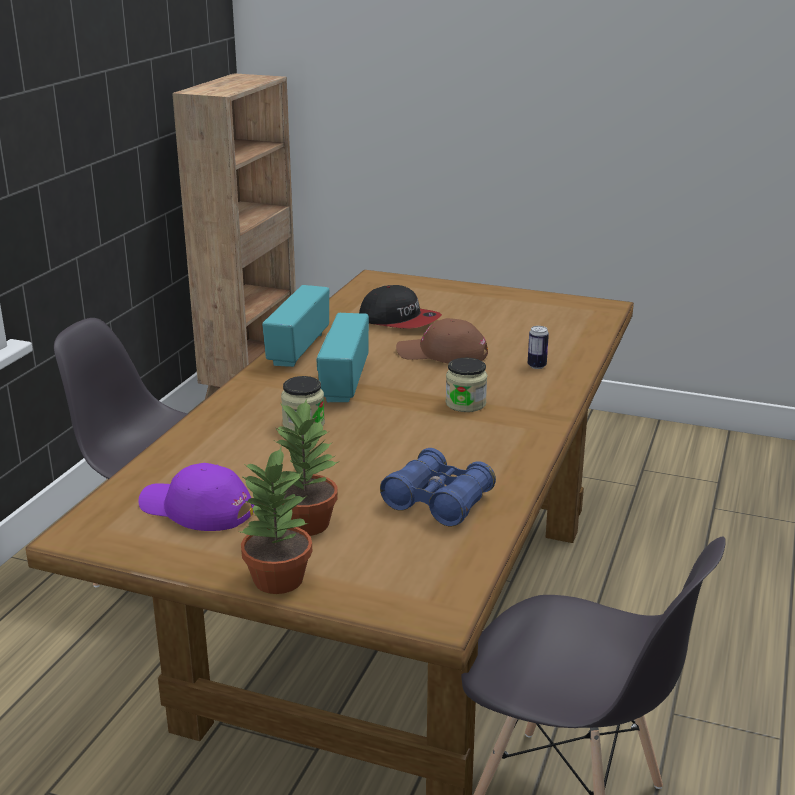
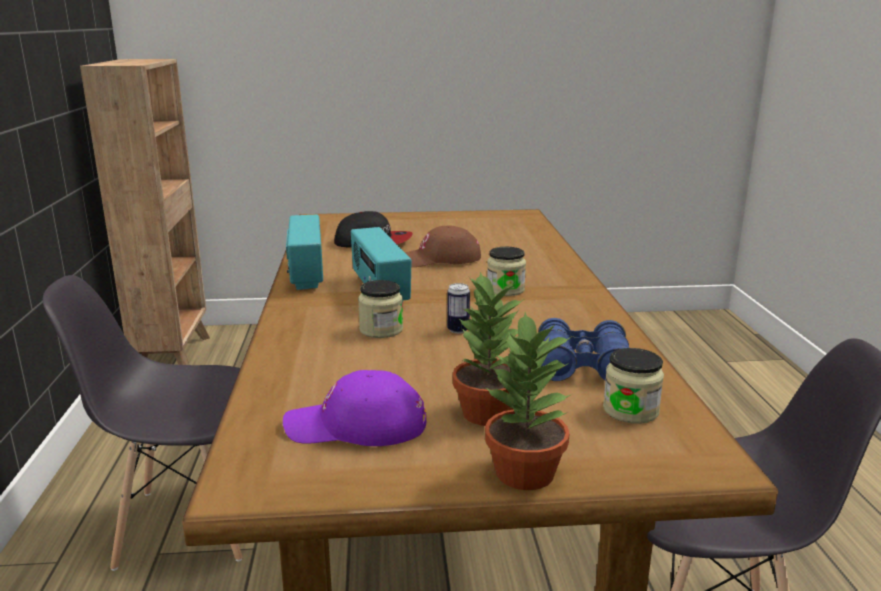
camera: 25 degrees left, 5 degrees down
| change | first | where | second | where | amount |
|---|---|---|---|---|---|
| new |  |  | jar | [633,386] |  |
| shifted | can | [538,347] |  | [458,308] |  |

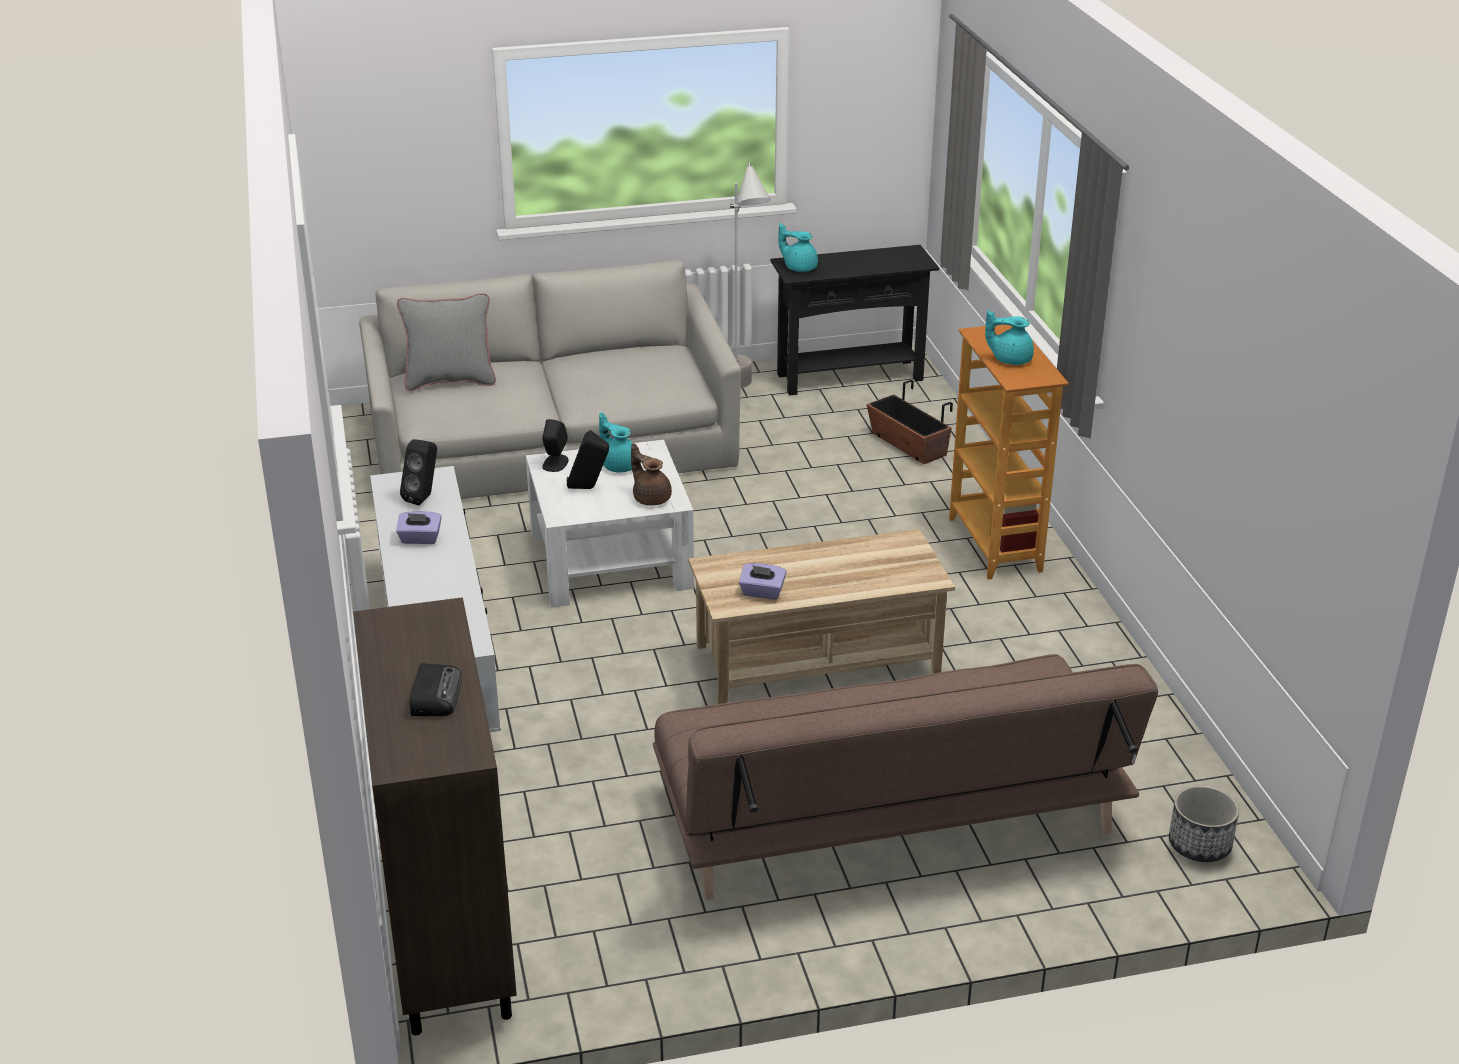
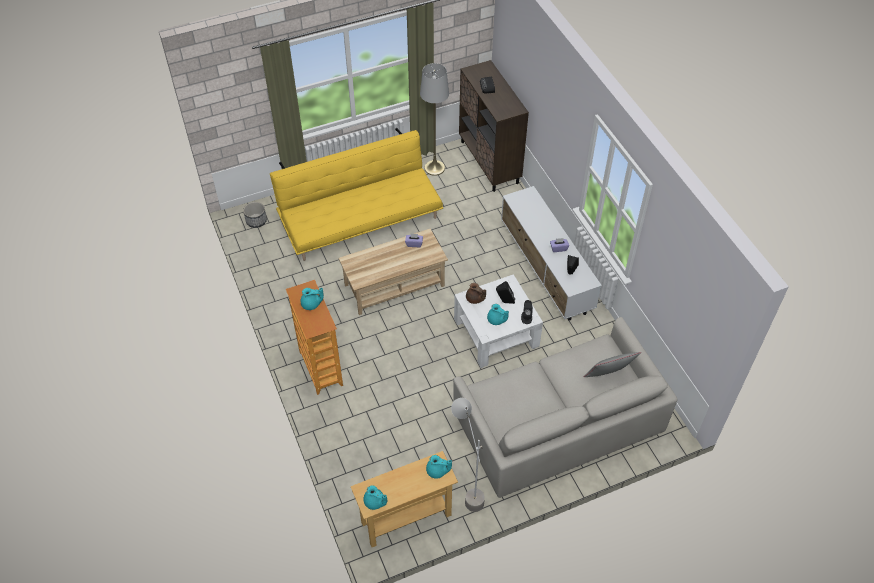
camera: 170 degrees right, 20 degrees up
| change | first | where | second | where | amount |
|---|---|---|---|---|---|
| gone | planter | [910,422] |  |  |  |
| new |  |  | turquoise teapot | [375,497] |  |
| new |  |  | grey floor lamp | [434,119] |  |
| repainted | brown sofa | [905,777] | yellow sofa | [356,194] |  |
| repainted | black console table | [854,320] | beige console table | [404,499] |  |

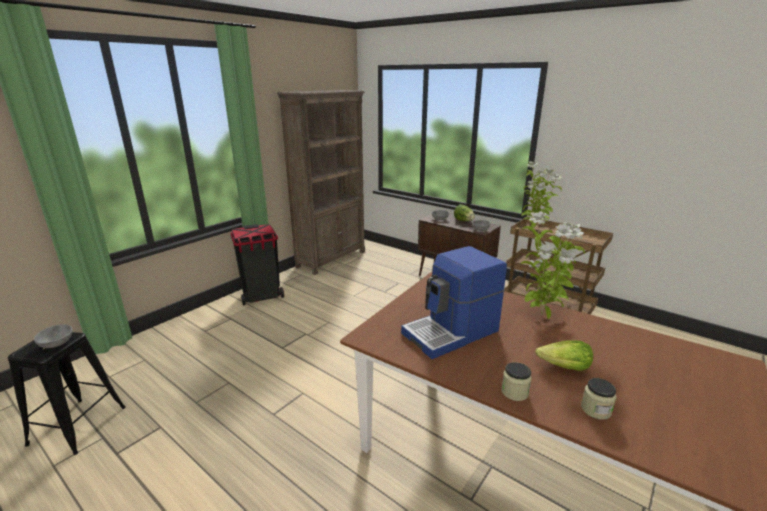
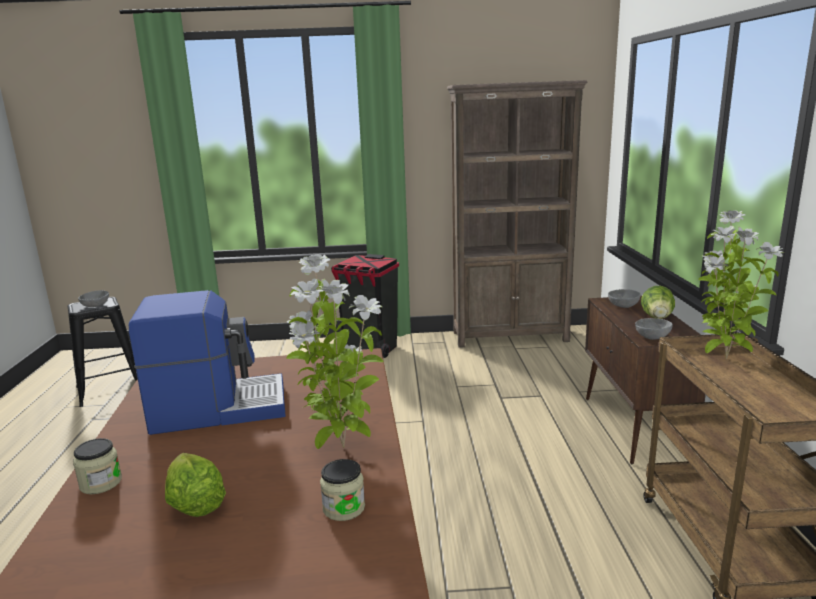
camera: 50 degrees right, 5 degrees down
| change | first | where | second | where | amount |
|---|---|---|---|---|---|
| shifted | jar | [598,399] |  | [342,490] |  |
| rotated | coffee machine | [454,302] |  | [207,362] | 150 degrees clockwise |

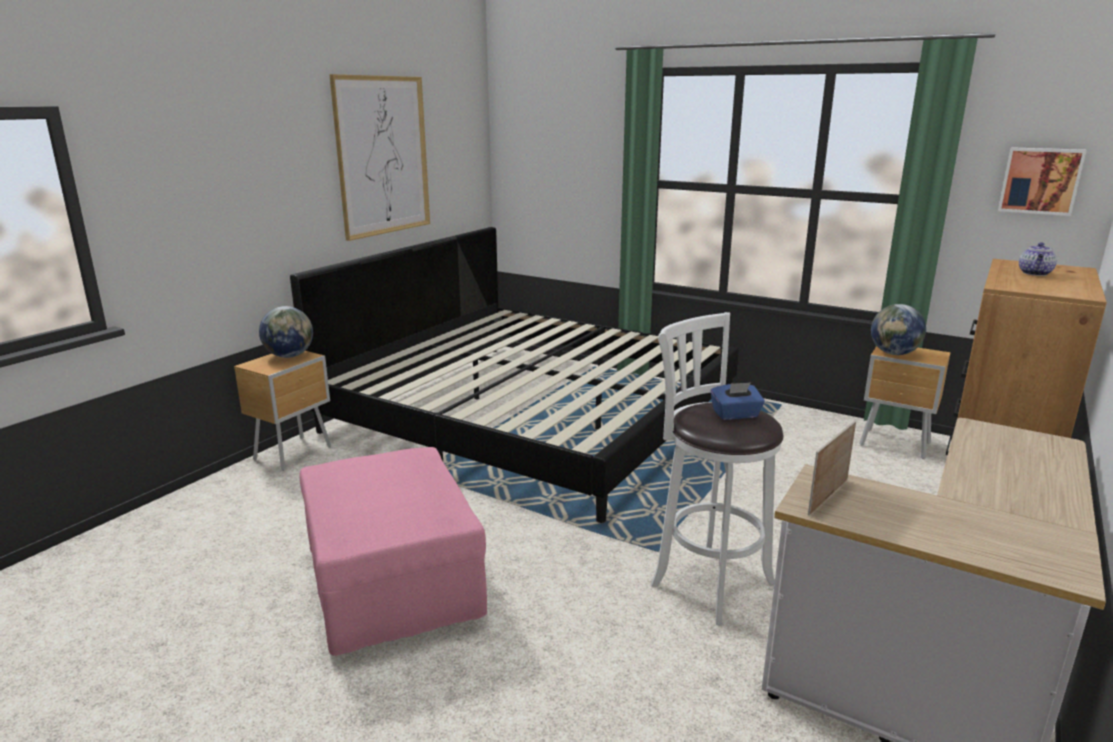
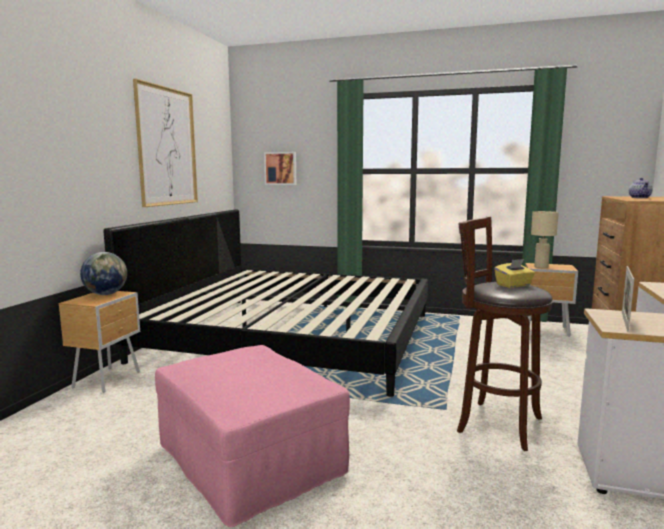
camera: 15 degrees left, 10 degrees down
| change | first | where | second | where | amount |
|---|---|---|---|---|---|
| shifted | picture | [1042,181] |  | [280,168] |  |
| swapped | globe | [898,329] | beige table lamp | [545,239] |  |
| repainted | white stool | [717,468] | brown stool | [505,334] |  |
| repainted | blue tissue box | [737,401] | yellow tissue box | [514,273] |  |

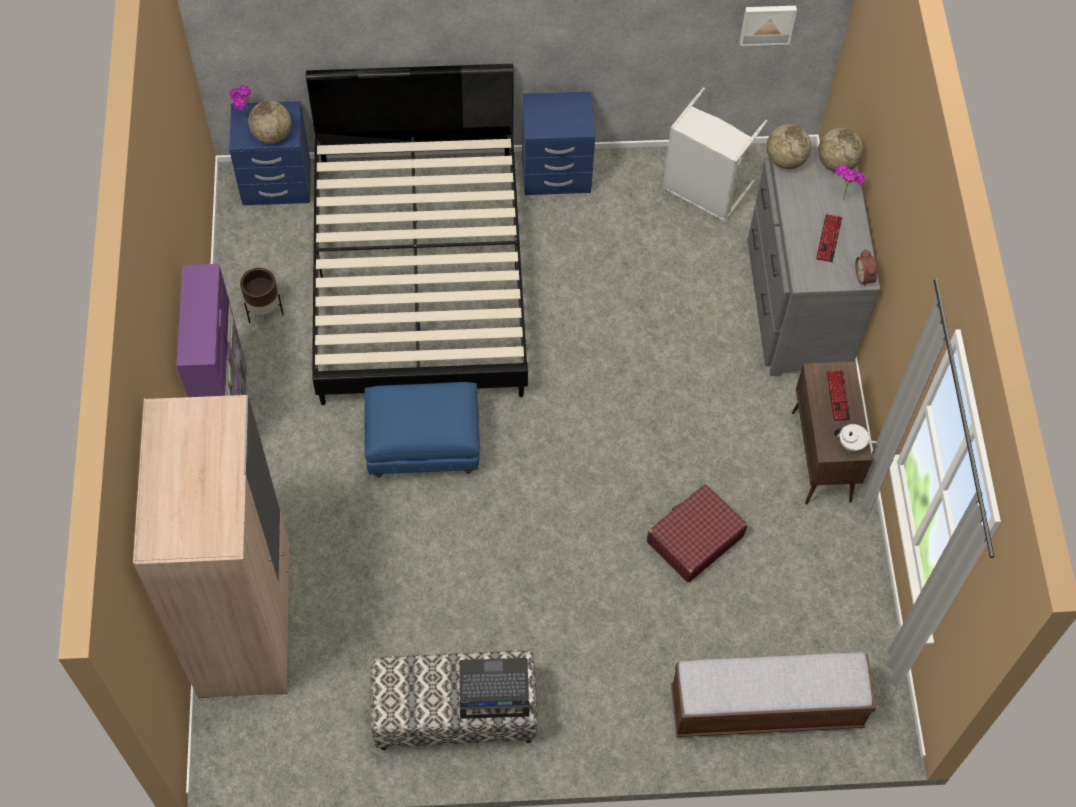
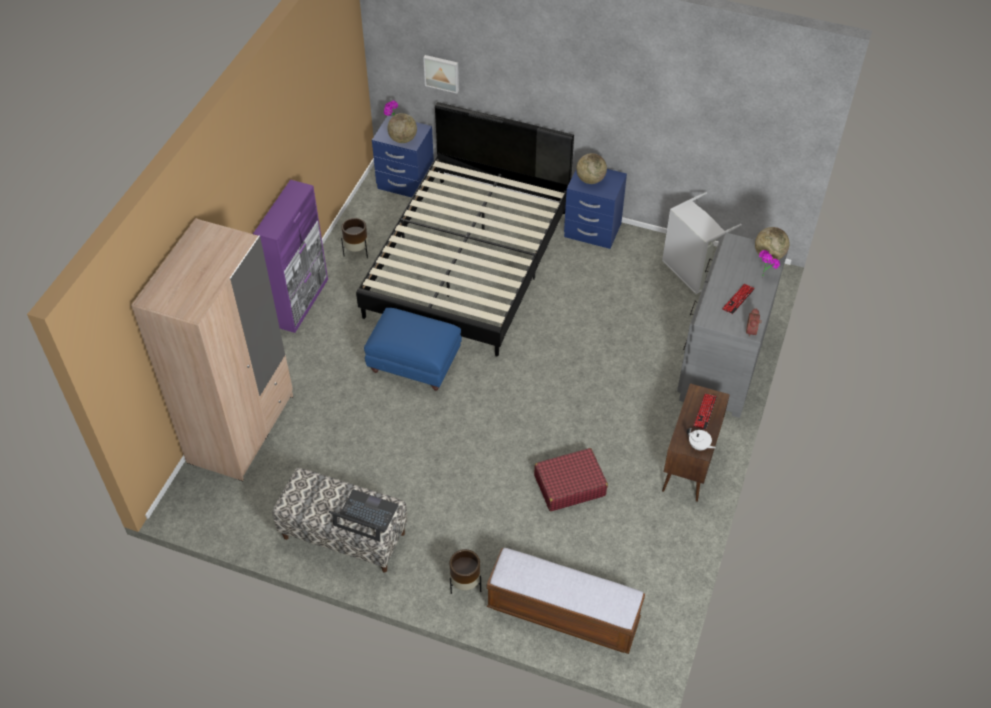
camera: 25 degrees right, 10 degrees down
| change | first | where | second | where | amount |
|---|---|---|---|---|---|
| new |  |  | brown planter | [465,571] |  |
| shifted | picture | [768,26] |  | [441,74] |  |
| shifted | globe | [788,146] |  | [591,168] |  |

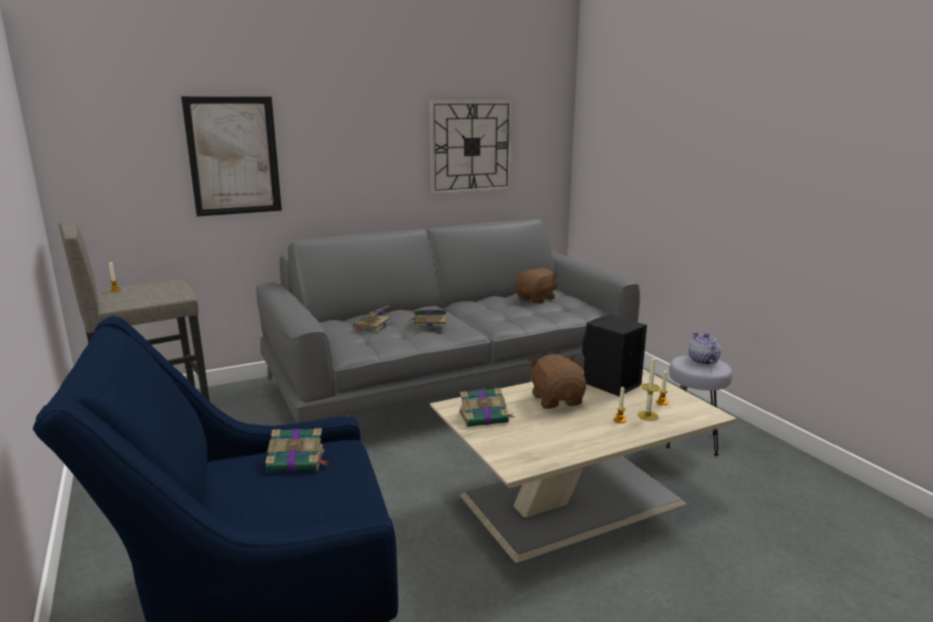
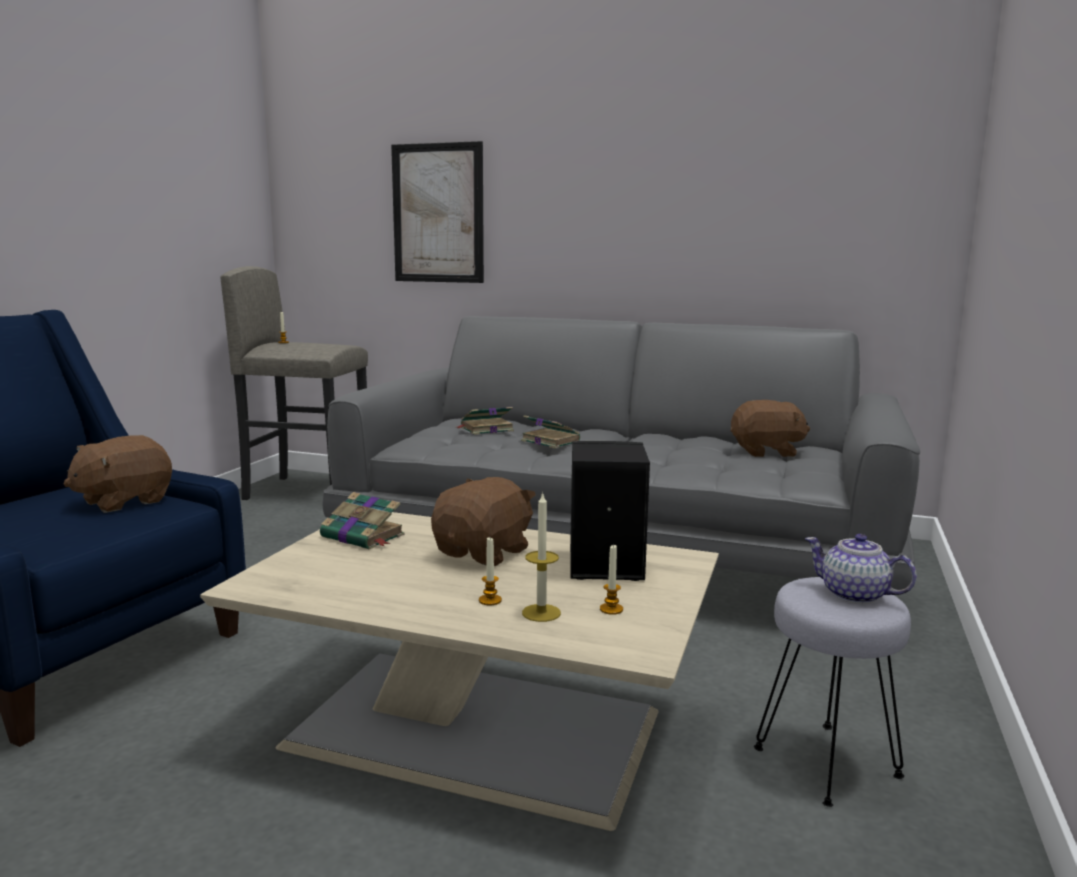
camera: 45 degrees right, 5 degrees down
| change | first | where | second | where | amount |
|---|---|---|---|---|---|
| gone | wall clock | [471,147] |  |  |  |
| swapped | book | [297,450] | brown plush toy | [117,474] |  |
| rotated | teapot | [705,348] |  | [861,569] | 90 degrees counterclockwise |

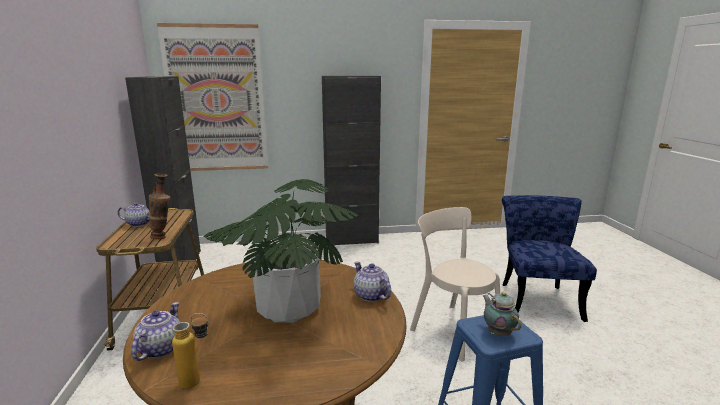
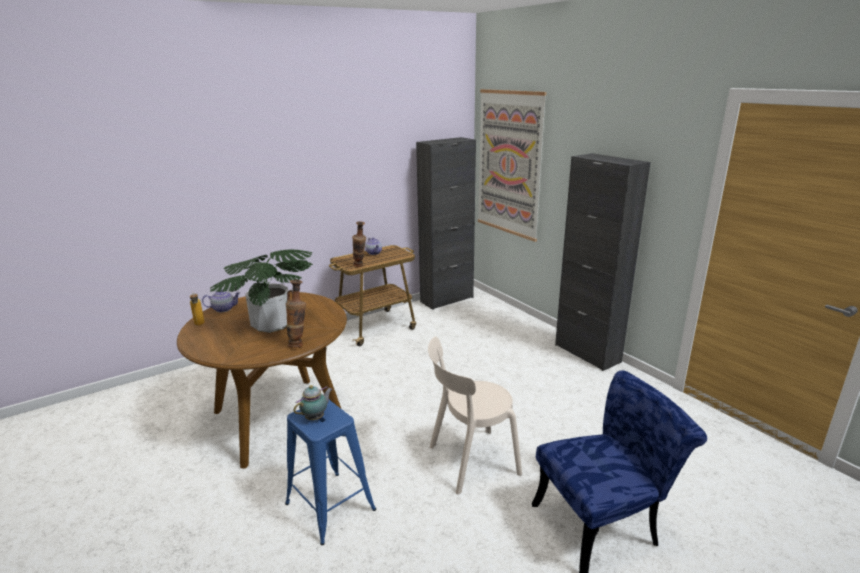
camera: 65 degrees right, 5 degrees up
| change | first | where | second | where | amount |
|---|---|---|---|---|---|
| swapped | teapot | [372,282] | vase | [296,314] |  |
| rotated | beige chair | [455,284] |  | [475,416] | 135 degrees counterclockwise |

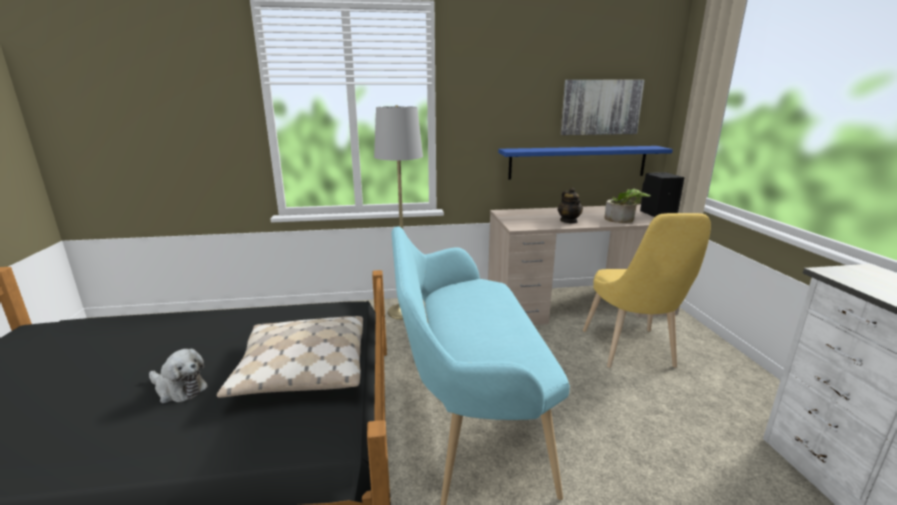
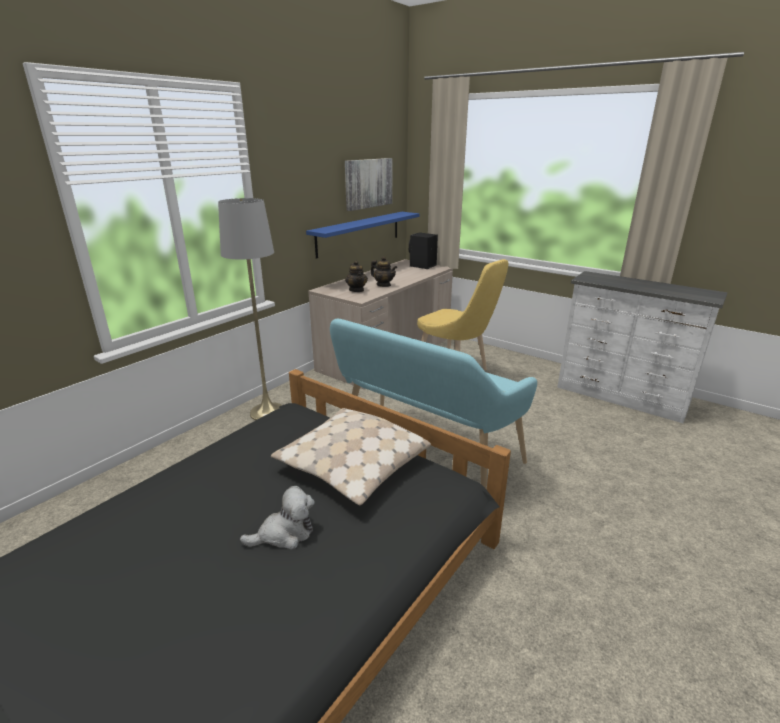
camera: 45 degrees left, 5 degrees up
| change | first | where | second | where | amount |
|---|---|---|---|---|---|
| gone | potted plant | [627,206] |  |  |  |
| new |  |  | teapot | [356,276] |  |

